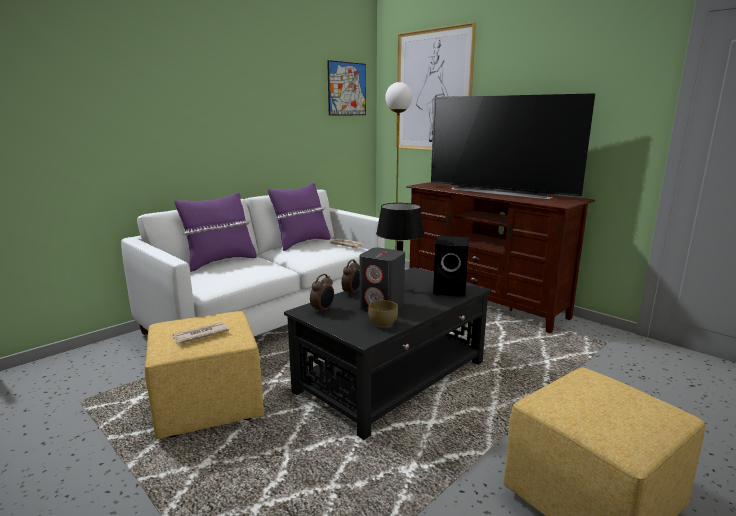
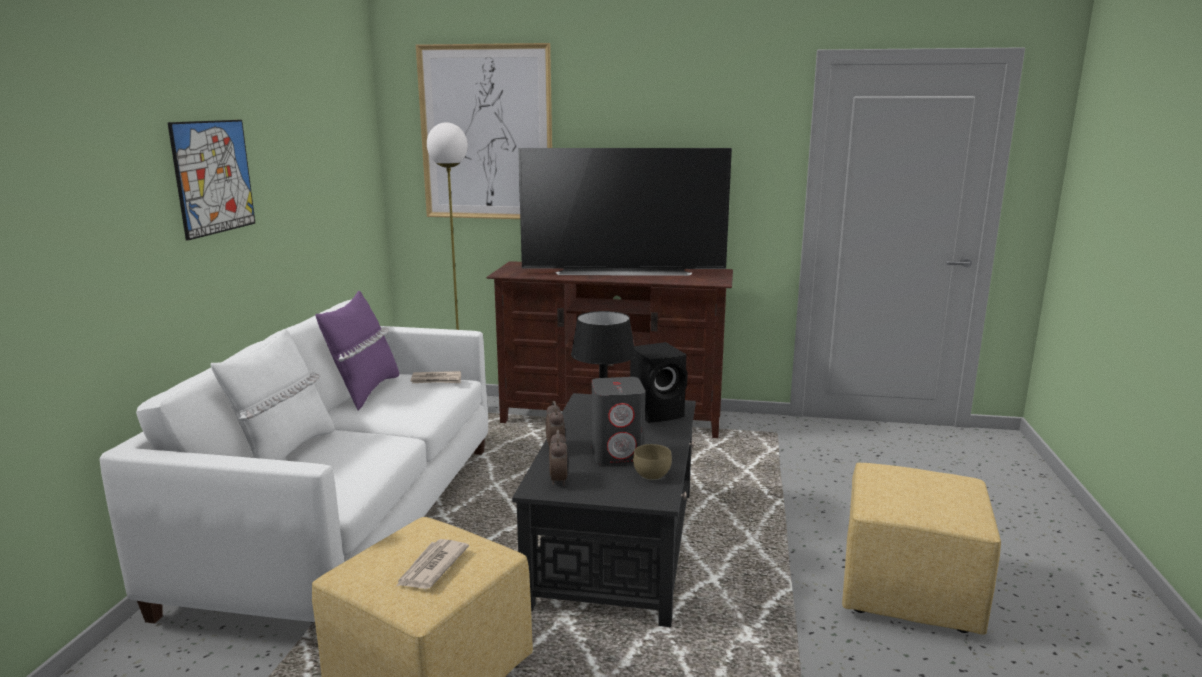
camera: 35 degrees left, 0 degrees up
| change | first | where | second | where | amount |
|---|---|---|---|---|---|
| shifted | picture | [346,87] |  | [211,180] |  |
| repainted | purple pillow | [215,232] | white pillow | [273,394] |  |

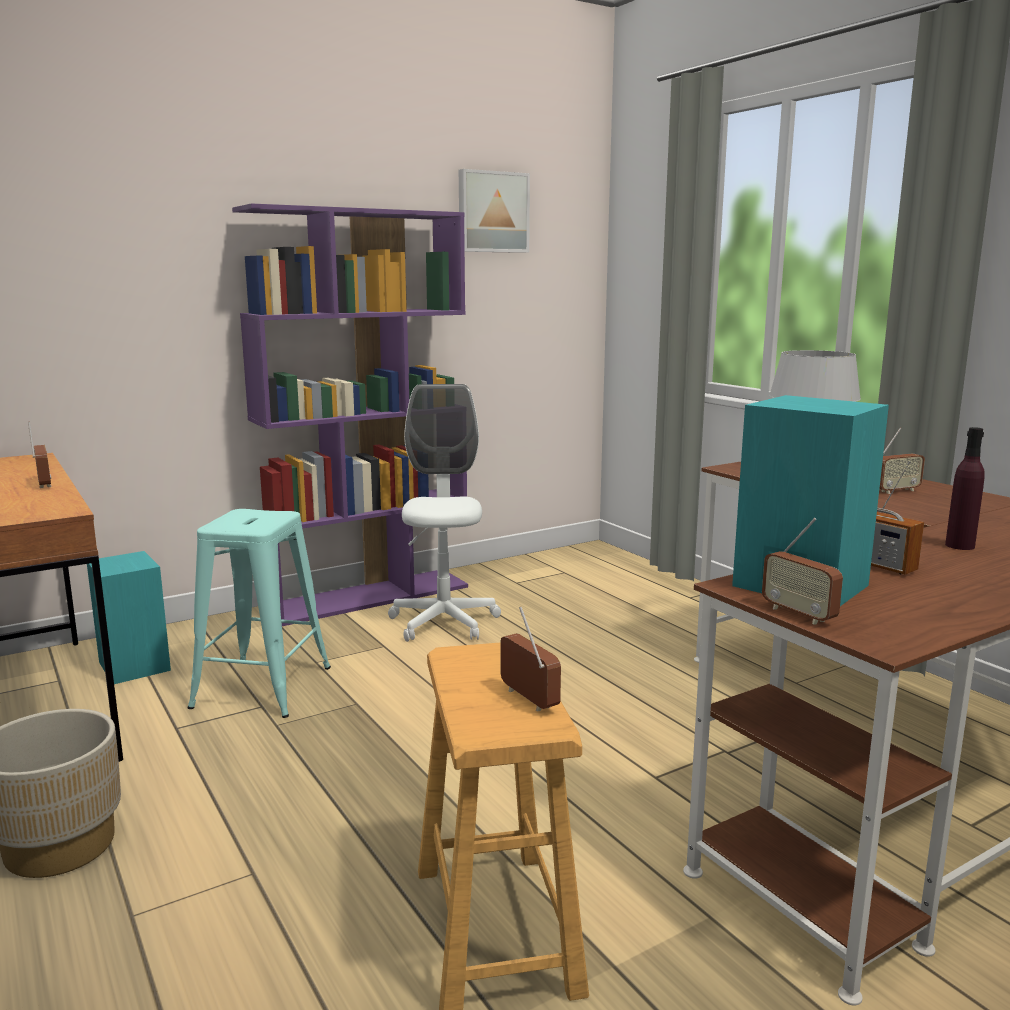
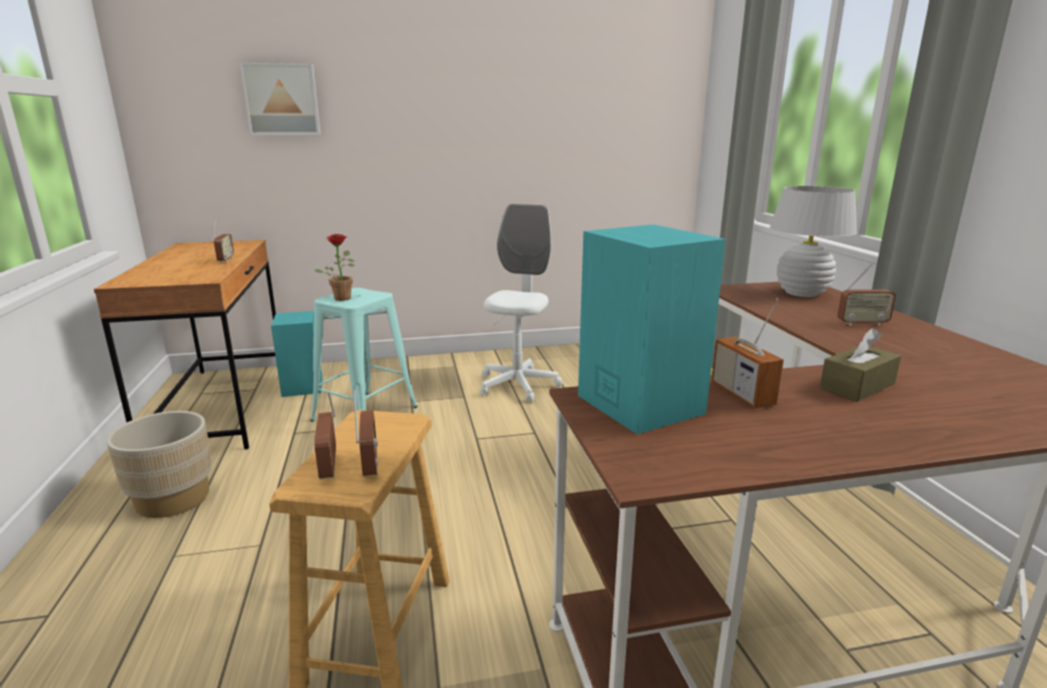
camera: 20 degrees right, 5 degrees up
| change | first | where | second | where | amount |
|---|---|---|---|---|---|
| gone | purple bookcase | [350,414] |  |  |  |
| new |  |  | potted plant | [335,267] |  |
| shifted | picture | [494,211] |  | [280,98] |  |
| shifted | radio | [802,571] |  | [325,435] |  |
| swapped | purple bottle | [965,488] | brown tissue box | [860,365] |  |

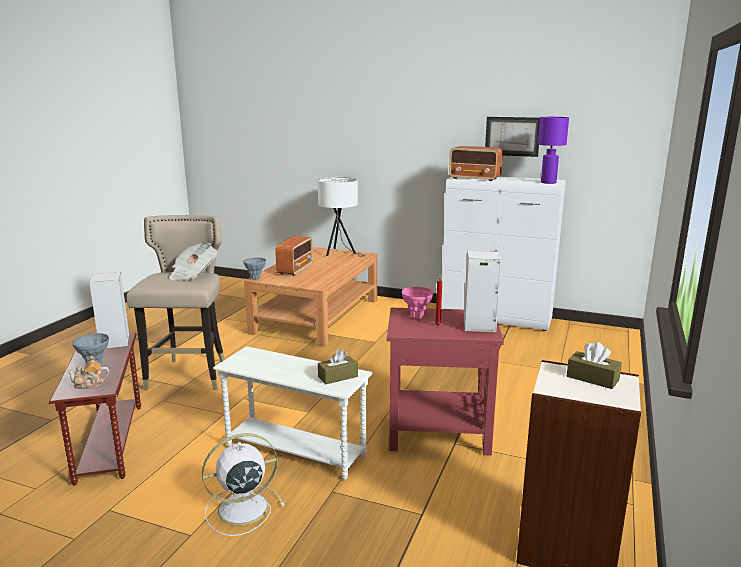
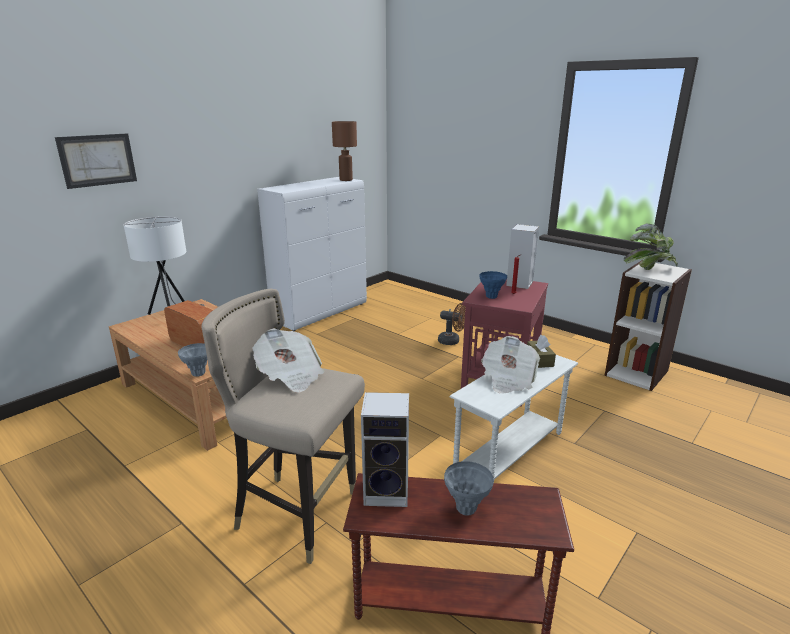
camera: 70 degrees left, 5 degrees up
| change | first | where | second | where | amount |
|---|---|---|---|---|---|
| gone | teapot | [88,372] |  |  |  |
| gone | white fan | [243,484] |  |  |  |
| gone | radio | [476,163] |  |  |  |
| new |  |  | brown fan | [451,324] |  |
| new |  |  | newspaper | [510,364] |  |
| shifted | picture | [512,137] |  | [96,161] |  |
| swapped | brown tissue box | [594,365] | potted plant | [651,246] |  |
| repainted | pink vase | [417,303] | blue vase | [493,285] |  |
| repainted | purple table lamp | [553,150] | brown table lamp | [344,151] |  |

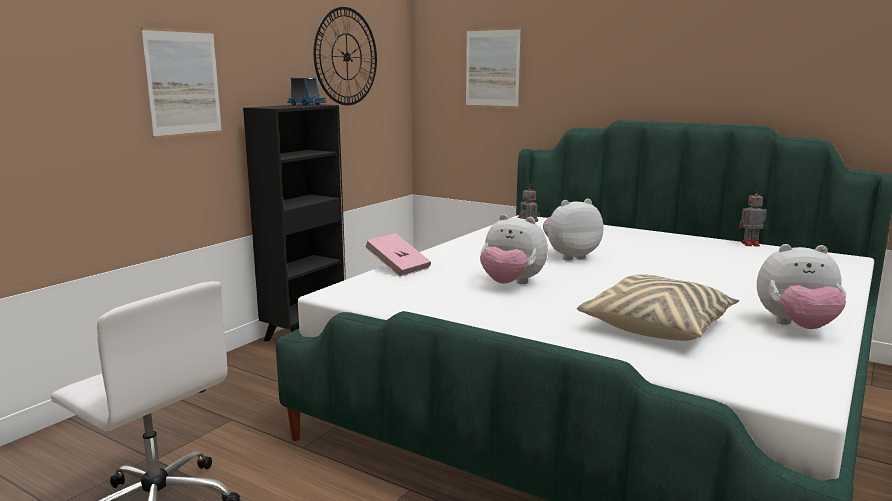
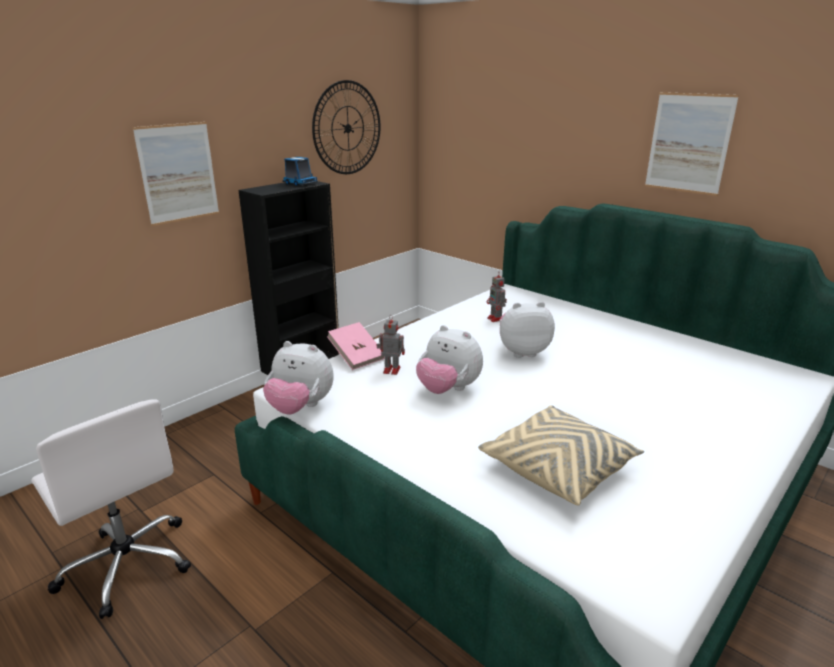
camera: 10 degrees right, 10 degrees up
| change | first | where | second | where | amount |
|---|---|---|---|---|---|
| shifted | picture | [493,68] |  | [692,144] |  |
| shifted | toy robot | [752,217] |  | [391,345] |  |
| shifted | plush toy | [801,286] |  | [298,377] |  |

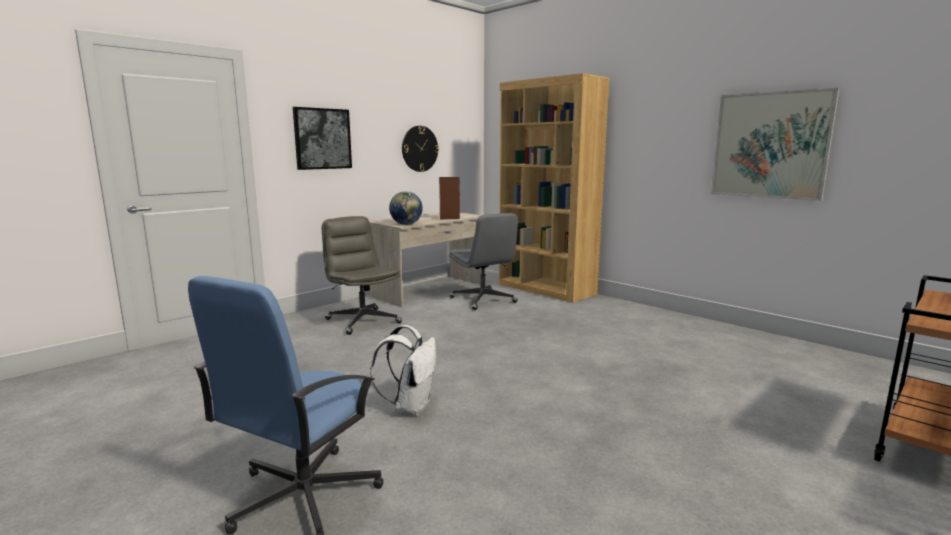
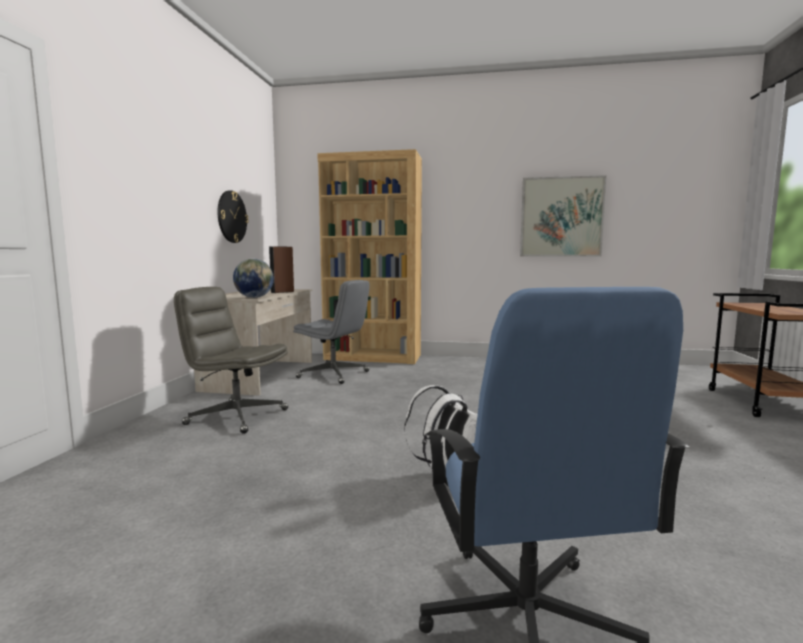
camera: 35 degrees left, 5 degrees down
| change | first | where | second | where | amount |
|---|---|---|---|---|---|
| gone | picture | [322,138] |  |  |  |

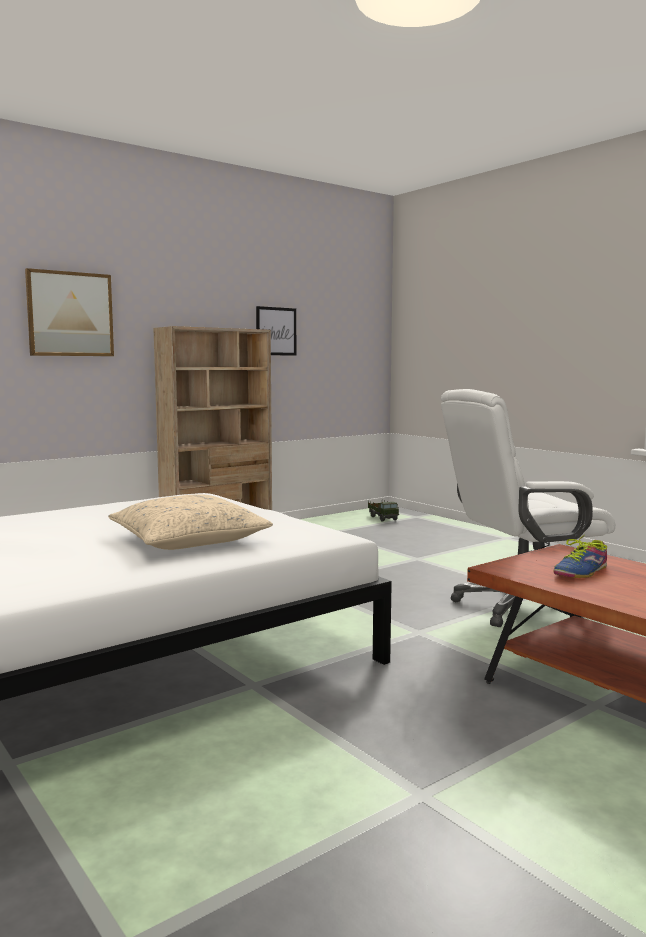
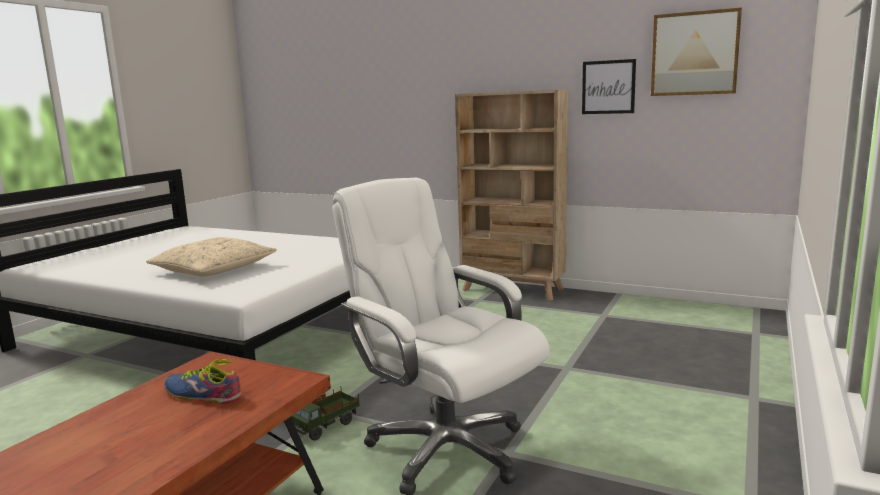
camera: 65 degrees right, 5 degrees up
| change | first | where | second | where | amount |
|---|---|---|---|---|---|
| shifted | picture | [69,312] |  | [696,51] |  |
| shifted | toy truck | [383,510] |  | [325,415] |  |

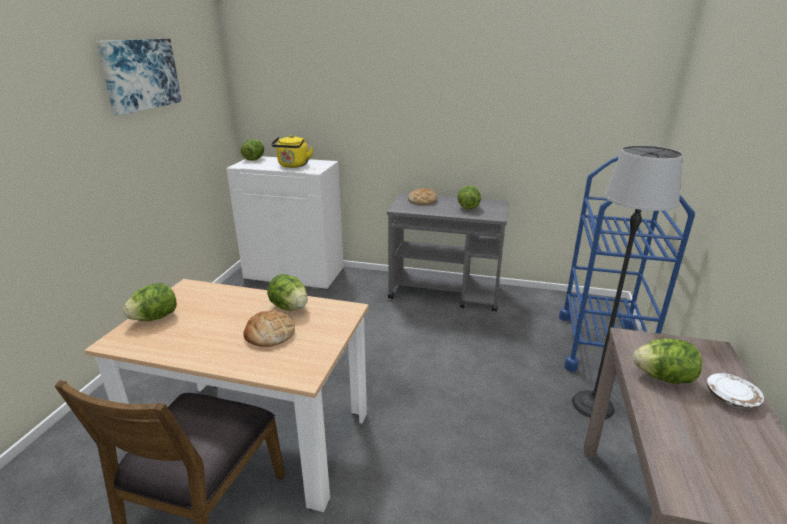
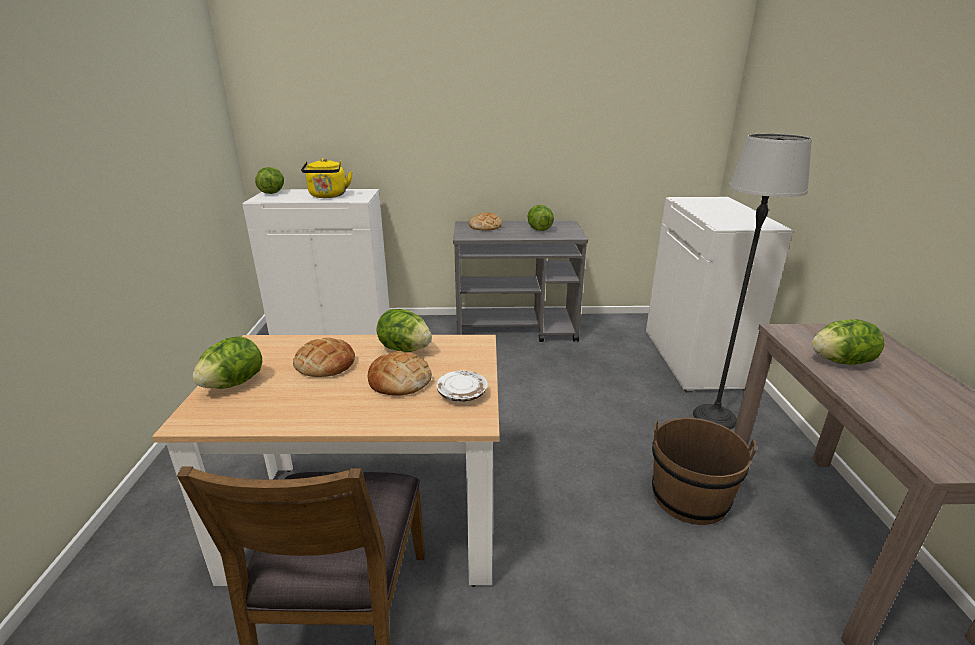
camera: 15 degrees left, 0 degrees up
| change | first | where | second | where | amount |
|---|---|---|---|---|---|
| gone | picture | [139,77] |  |  |  |
| new |  |  | bread | [324,357] |  |
| new |  |  | brown bucket | [704,471] |  |
| shifted | white plate | [735,391] |  | [462,386] |  |
| swapped | blue cart | [627,264] | white cabinet | [719,295] |  |

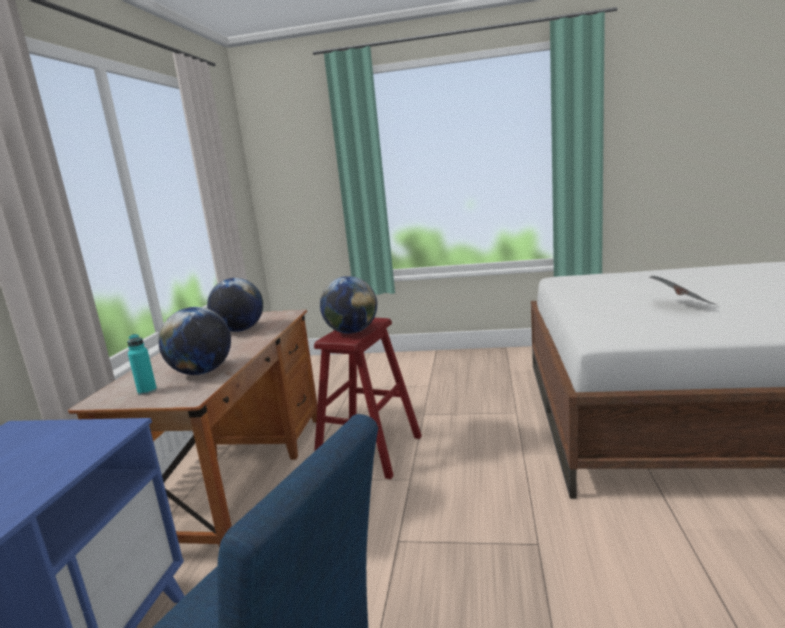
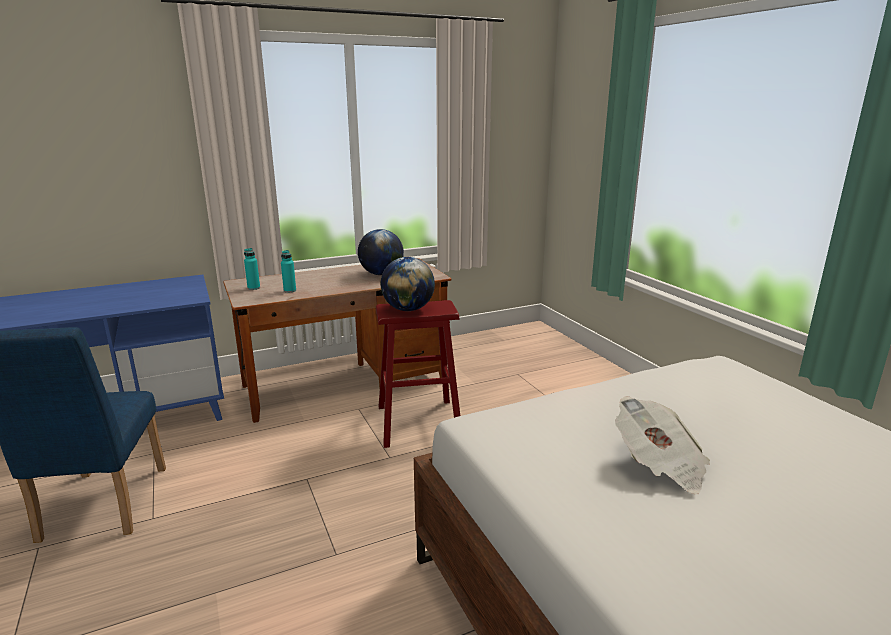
camera: 55 degrees right, 5 degrees up
| change | first | where | second | where | amount |
|---|---|---|---|---|---|
| swapped | globe | [194,341] | turquoise bottle | [288,271] |  |

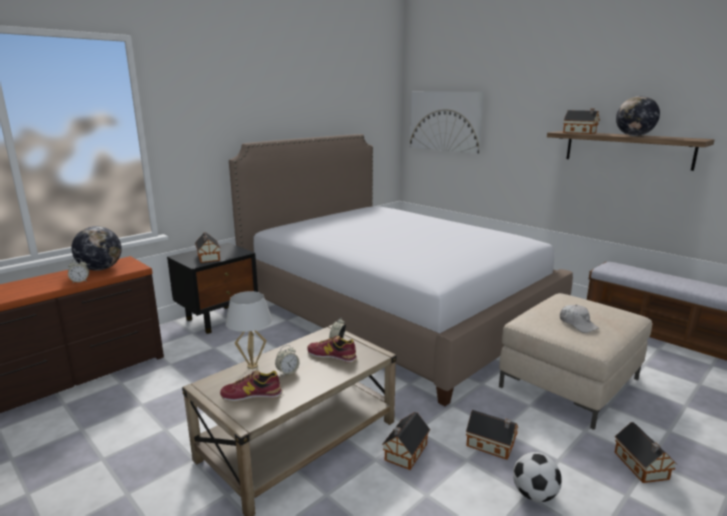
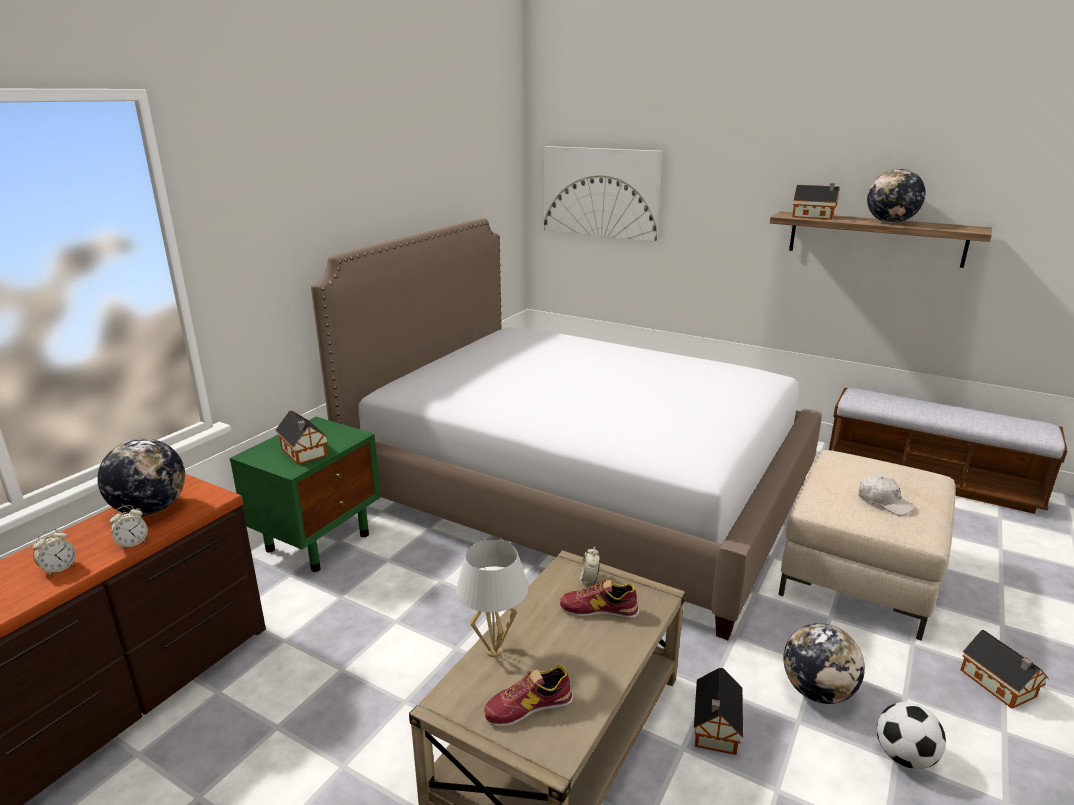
camera: 15 degrees left, 5 degrees up
| change | first | where | second | where | amount |
|---|---|---|---|---|---|
| shifted | alarm clock | [287,360] |  | [54,552] |  |
| swapped | toy house | [492,435] | globe | [824,663] |  |
| repainted | black nightstand | [212,288] | green nightstand | [305,494] |  |

